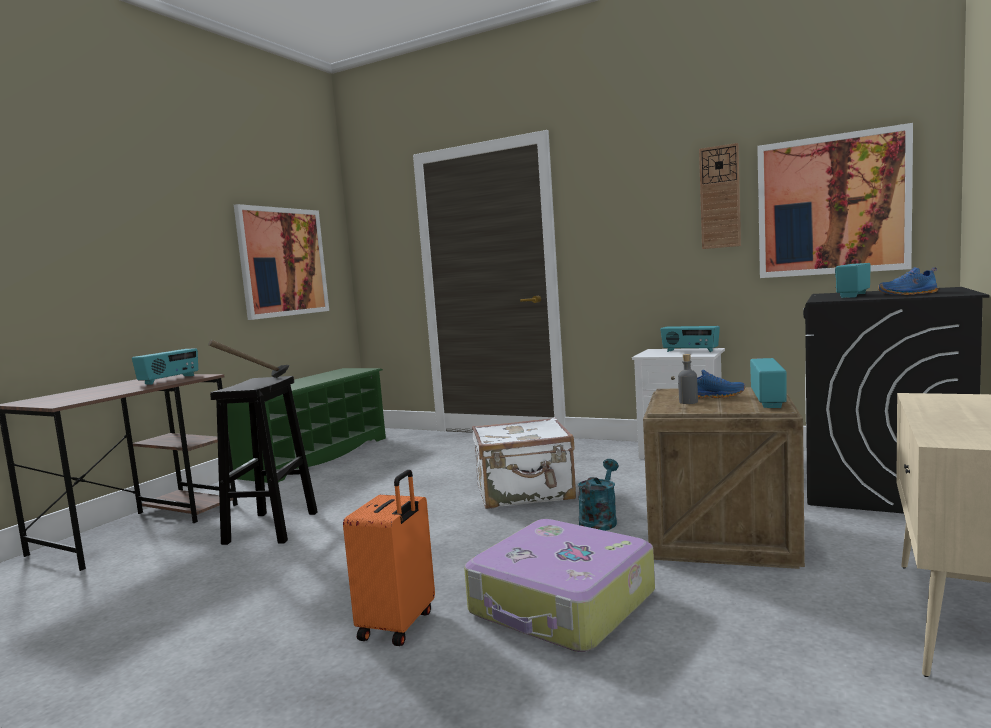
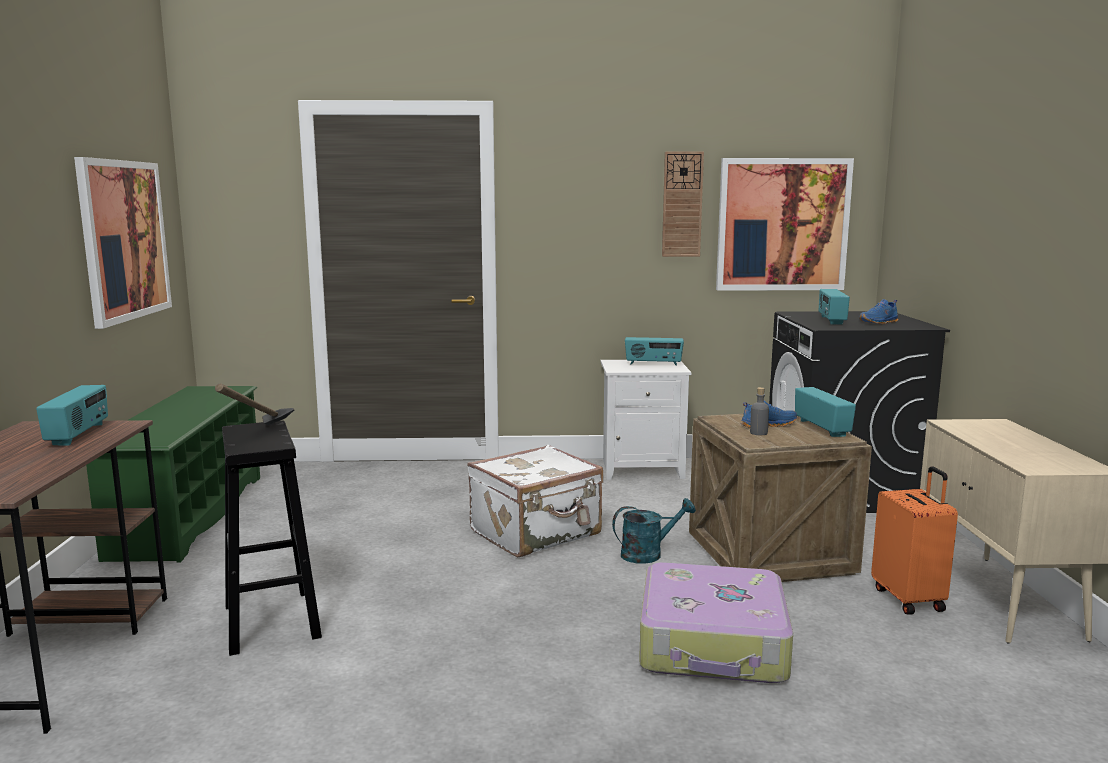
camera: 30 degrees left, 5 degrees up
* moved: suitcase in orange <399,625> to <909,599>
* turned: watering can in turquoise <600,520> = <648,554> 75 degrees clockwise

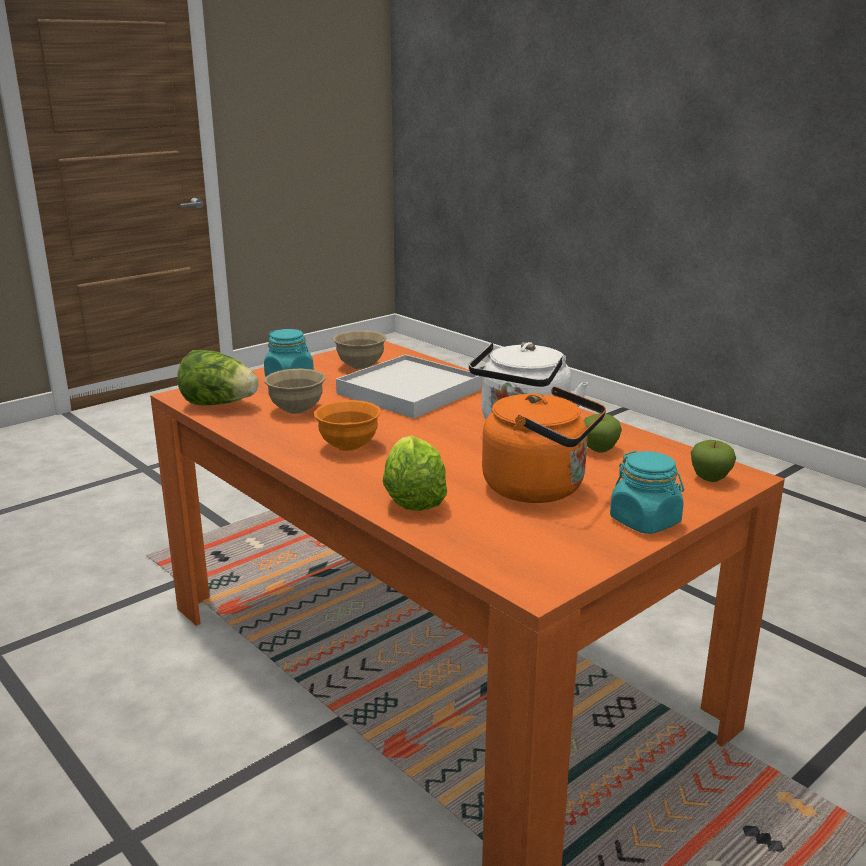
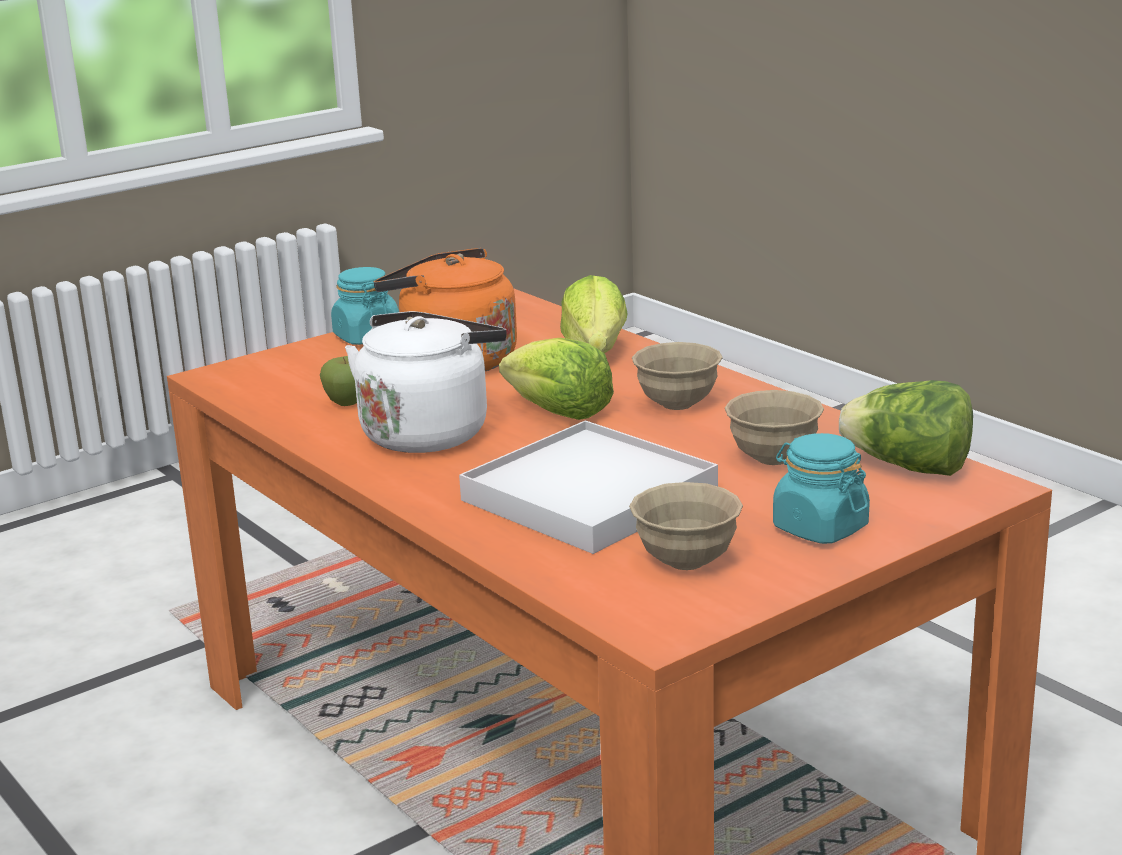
camera: 175 degrees left, 0 degrees up
* recoloured: bowl in orange <348,446> to bowl in beige <677,404>
* removed: apple <710,479>
* added: lettuce <558,412>

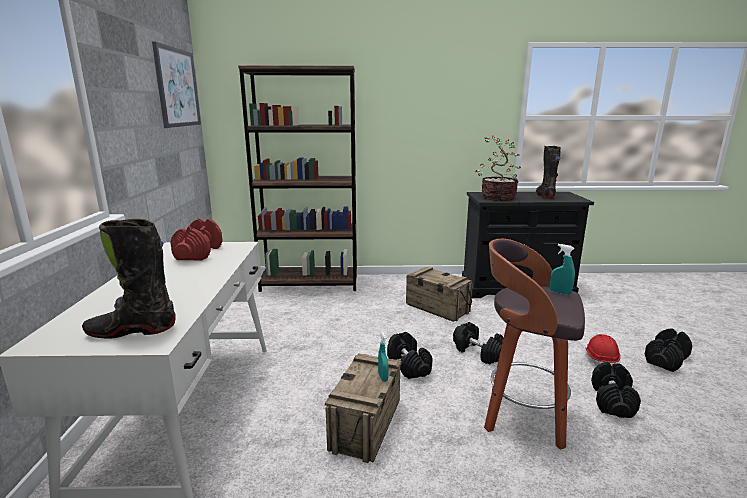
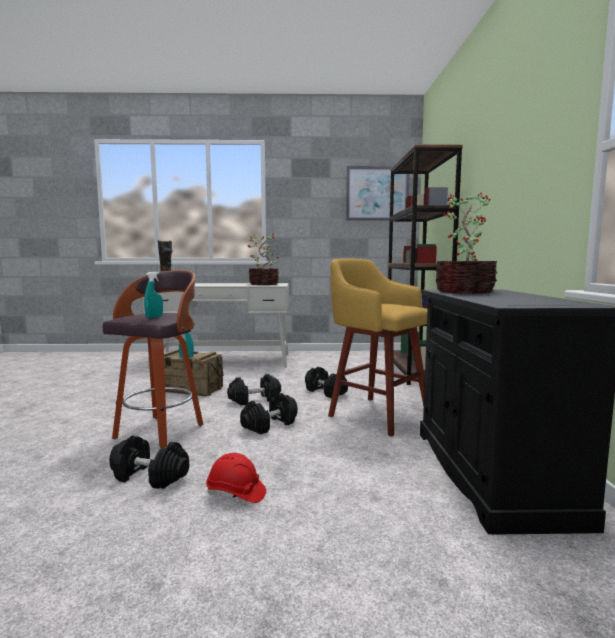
camera: 90 degrees right, 10 degrees down
* replaced: dumbbell in red <199,253> to potted plant <264,284>
* replaced: crate <437,308> to stool in yellow <376,414>
* removed: boot in black <545,196>
* moved: dumbbell in black <665,359> to <326,392>

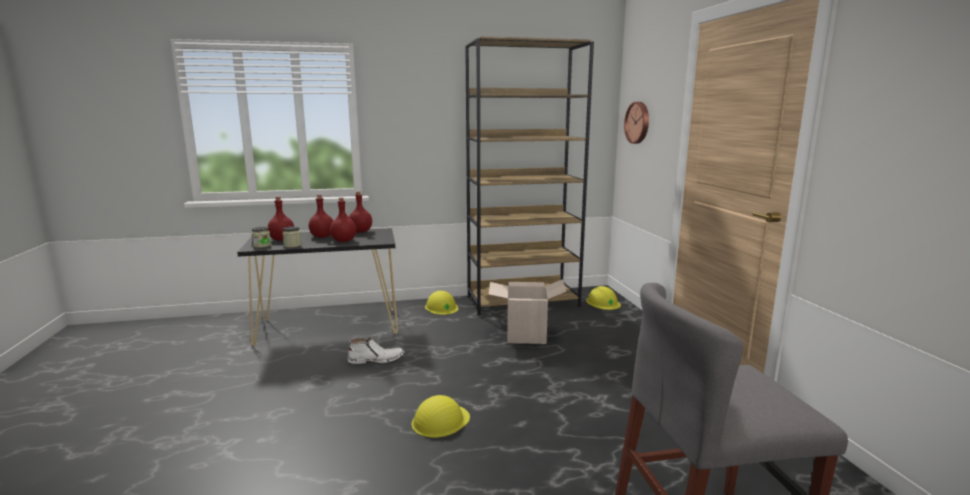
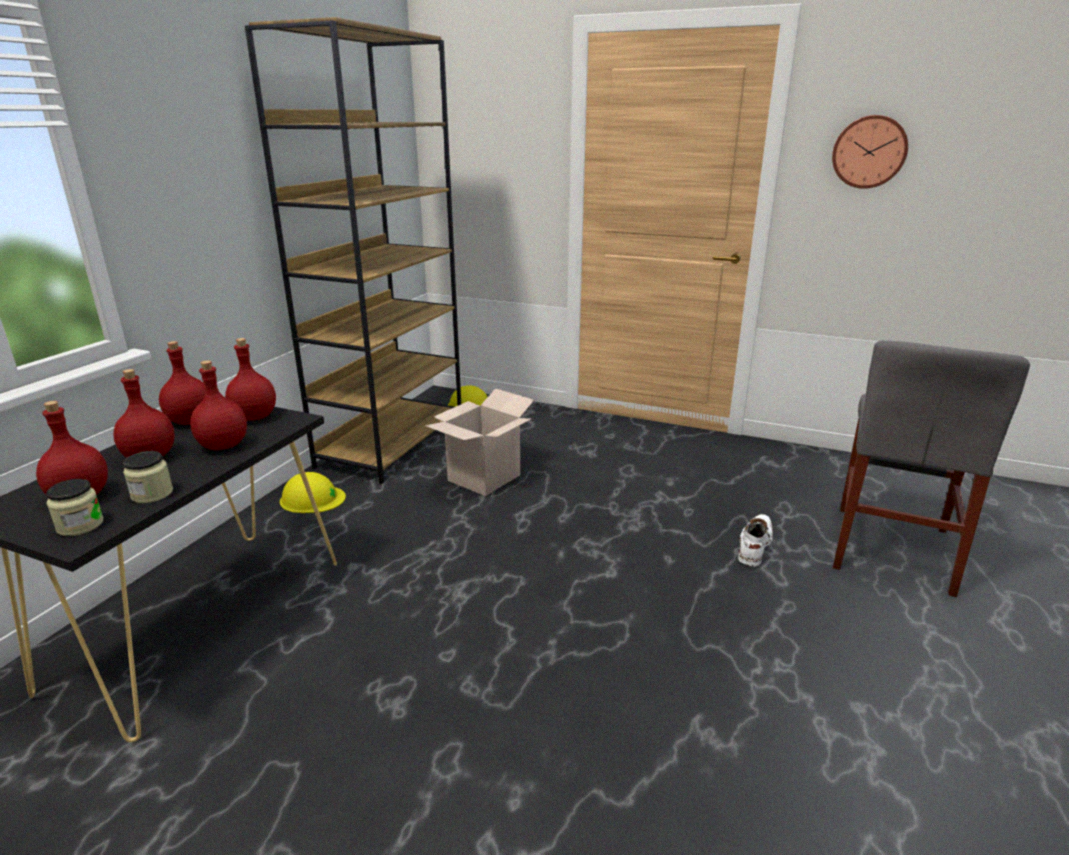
camera: 55 degrees left, 10 degrees up
* moved: boot in white <376,359> to <753,545>
* removed: hard hat in yellow <440,420>
* moved: wall clock <638,122> to <869,152>
* added: bottle in red <255,417>

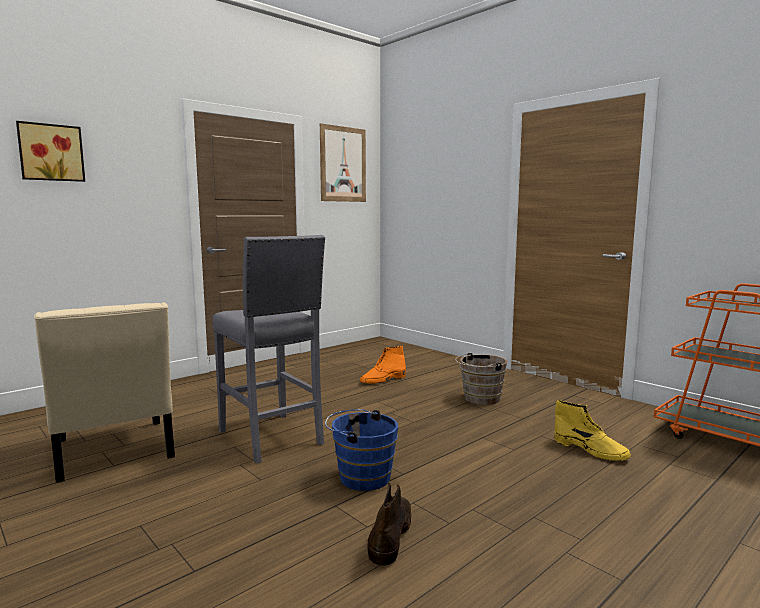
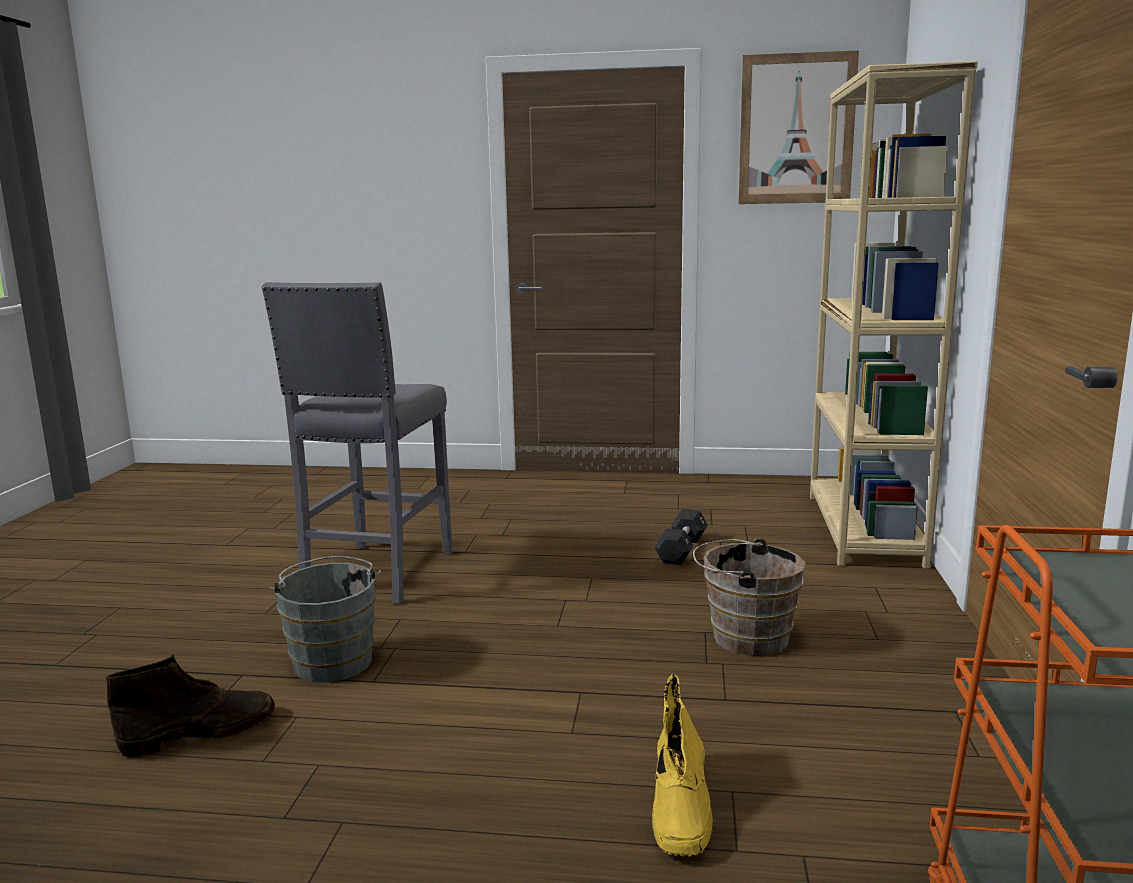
camera: 50 degrees right, 5 degrees up
* removed: picture <51,152>
* removed: chair in beige <114,453>
* recoloured: bucket in blue <361,476> to bucket in grey <333,659>
* replaced: boot in orange <382,380> to dumbbell in black <681,550>
* added: bookcase in beige <863,529>

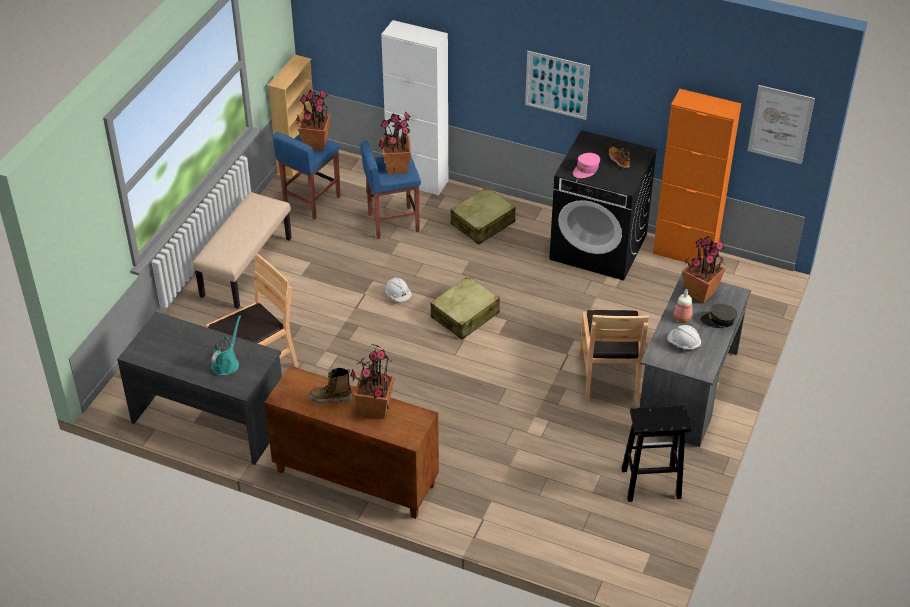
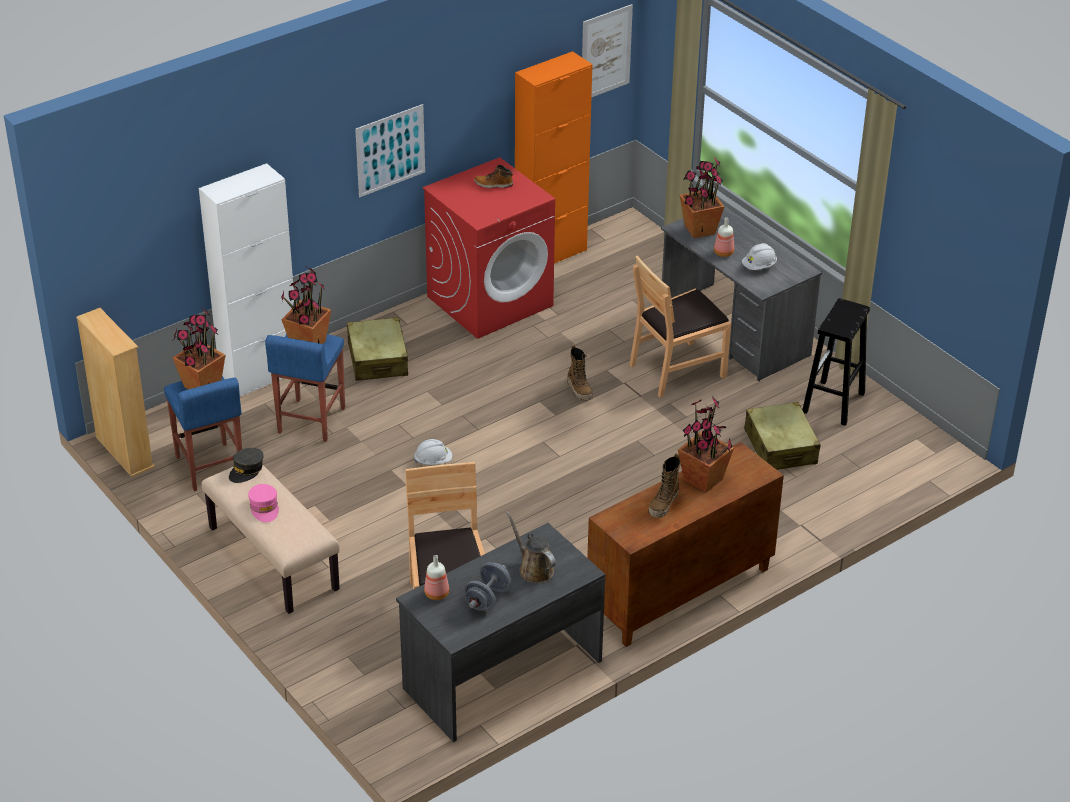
camera: 60 degrees left, 5 degrees down
* recoloured: watering can in turquoise <226,363> to watering can in brown <534,569>
* moved: suitcase in beige <465,315> to <780,447>
* recoloured: washing machine in black <599,247> to washing machine in red <490,300>
* moved: cap in pink <586,169> to <264,508>
* turned: chair in brown <609,376> = <677,369> 120 degrees clockwise
* moved: cap in grey <718,320> to <246,470>
* added: bottle <437,593>
* added: dumbbell in grey <487,599>
* added: boot <579,390>

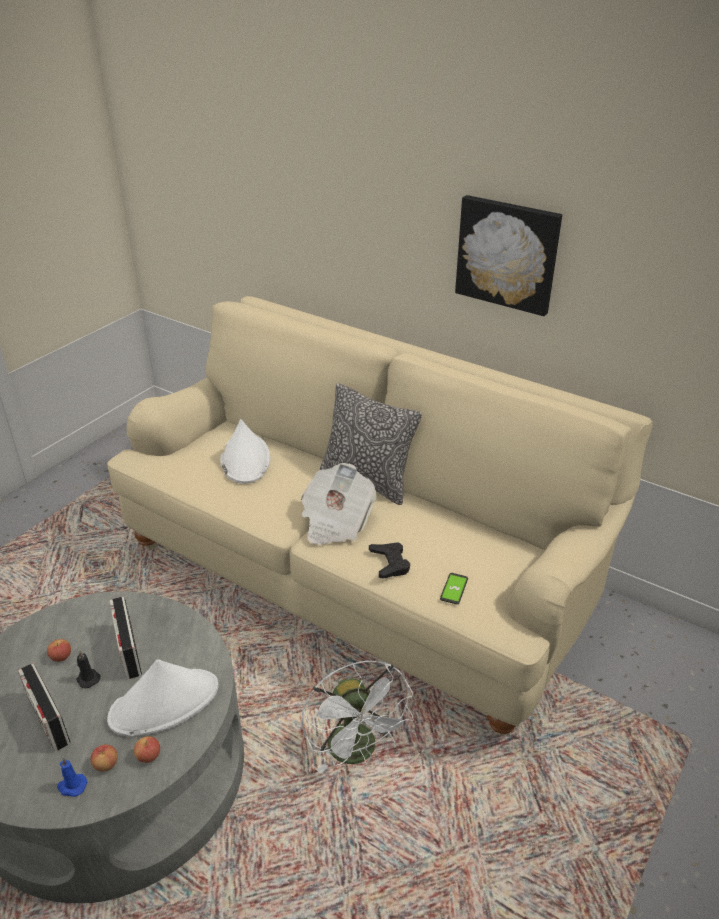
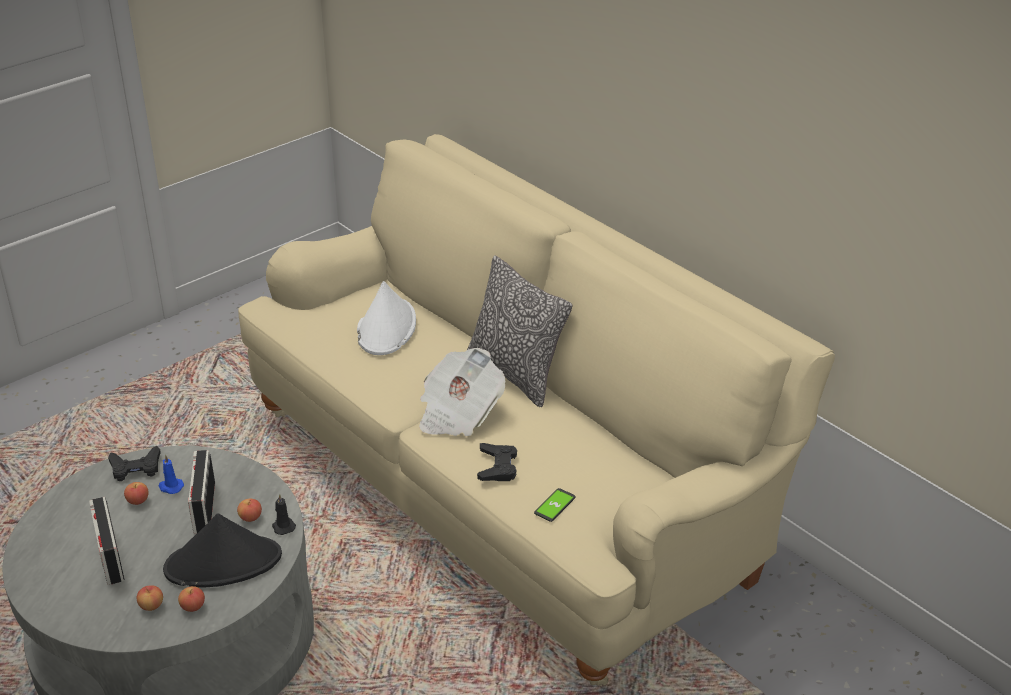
camera: 15 degrees right, 0 degrees up
* moved: candle in blue <72,786> to <170,487>
* moved: candle in black <87,678> to <283,526>
* recoloured: hat in white <165,703> to hat in black <224,563>
* removed: fan in white <357,753>
* removed: picture <508,254>
* added: game controller in black <135,468>
* added: apple <250,517>

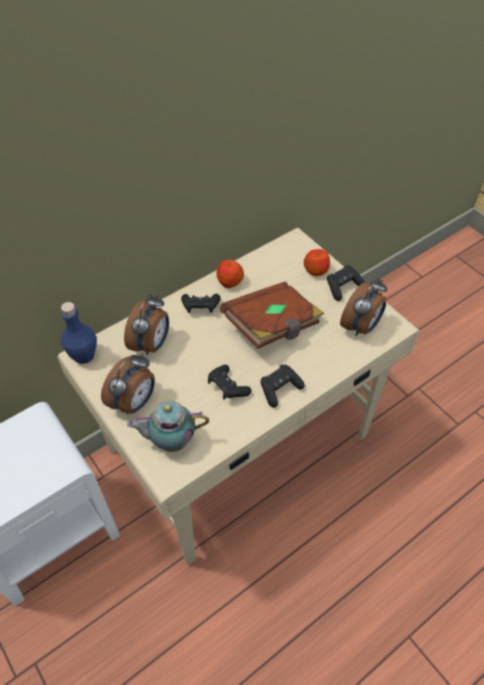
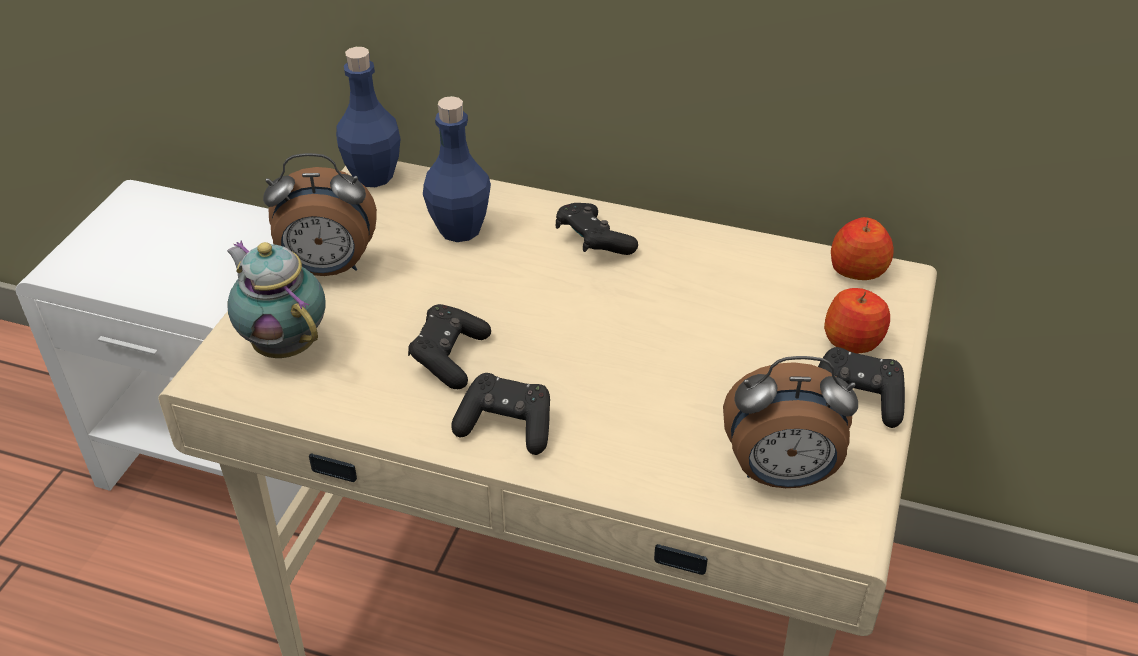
camera: 55 degrees right, 10 degrees down
* replaced: alarm clock <151,344> to bottle in blue <460,229>
* moved: apple <230,281> to <857,269>
* removed: book in brown <273,326>

